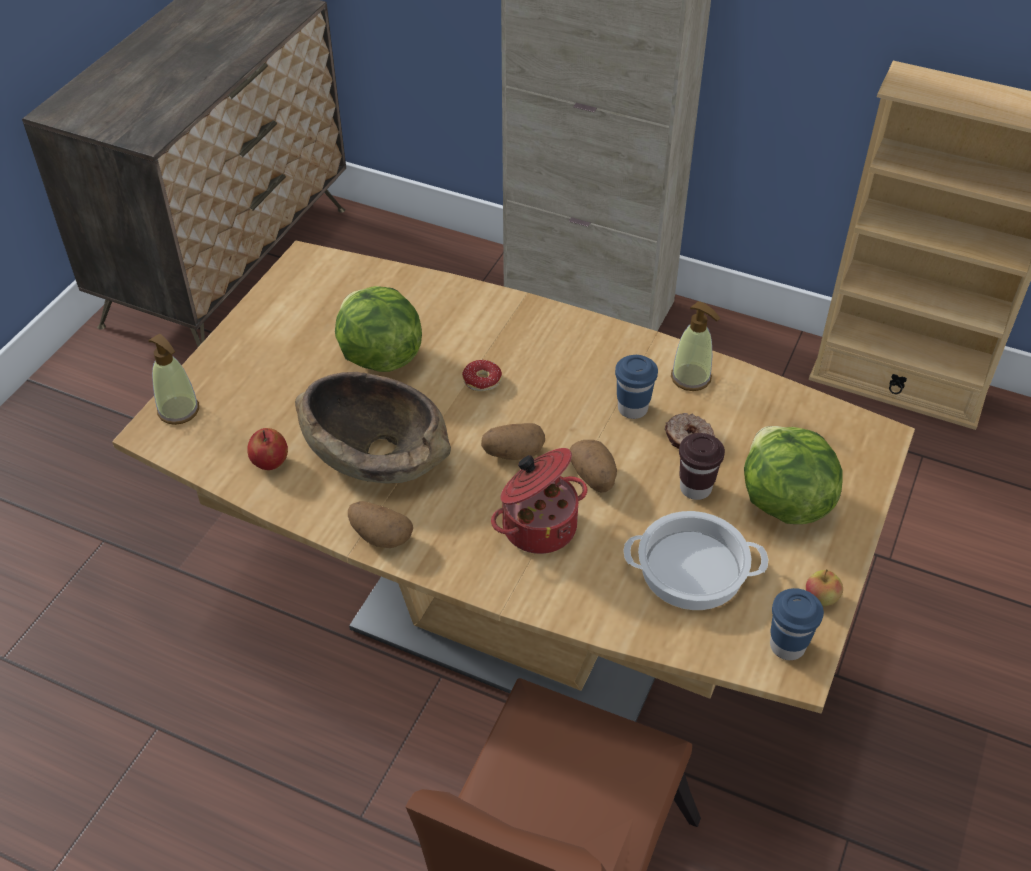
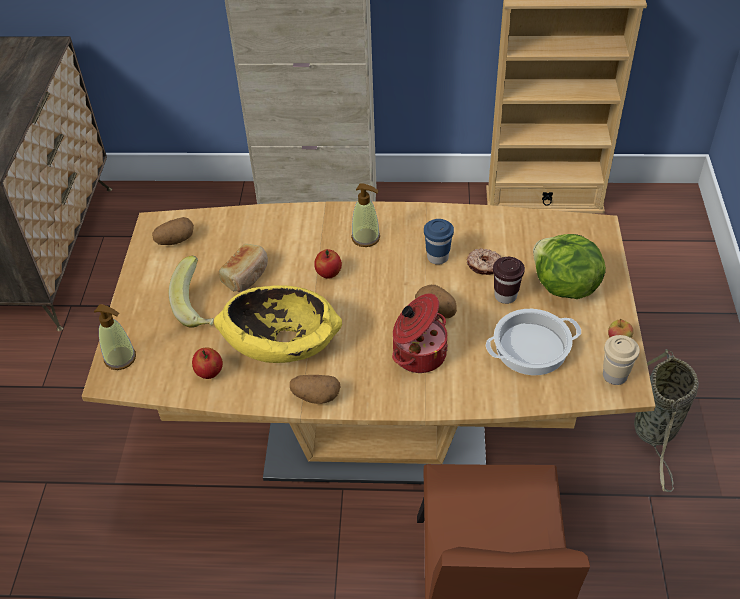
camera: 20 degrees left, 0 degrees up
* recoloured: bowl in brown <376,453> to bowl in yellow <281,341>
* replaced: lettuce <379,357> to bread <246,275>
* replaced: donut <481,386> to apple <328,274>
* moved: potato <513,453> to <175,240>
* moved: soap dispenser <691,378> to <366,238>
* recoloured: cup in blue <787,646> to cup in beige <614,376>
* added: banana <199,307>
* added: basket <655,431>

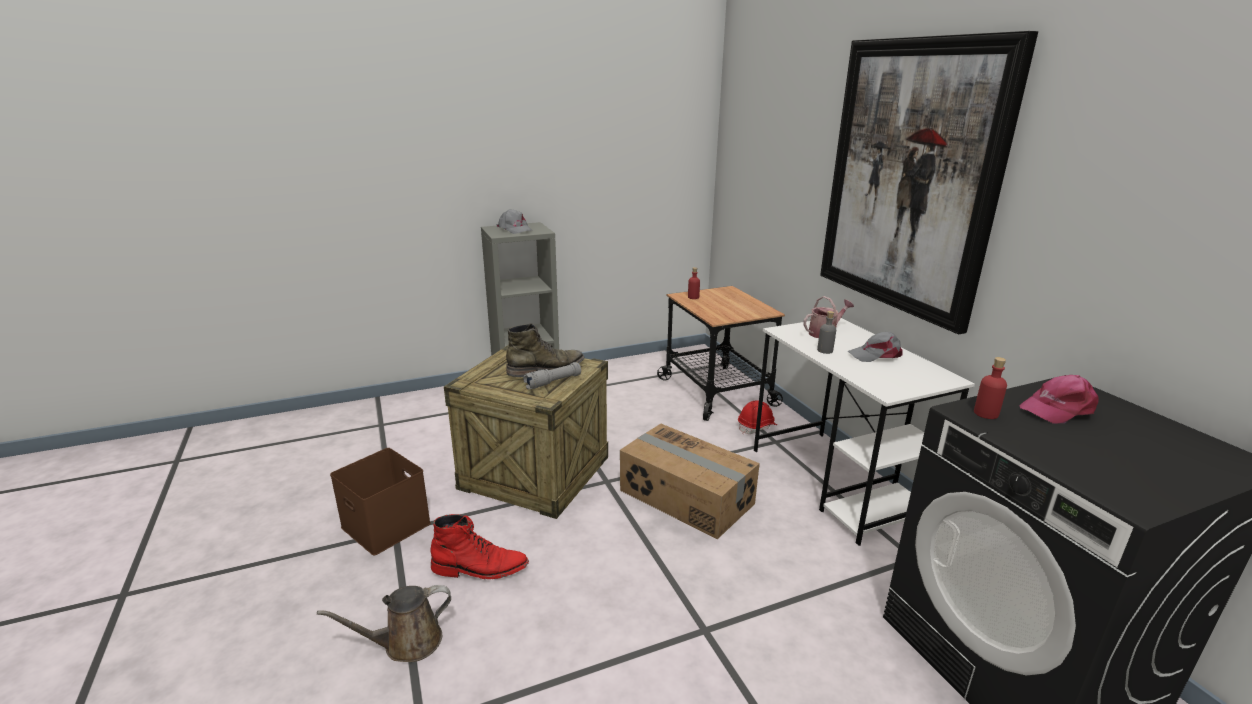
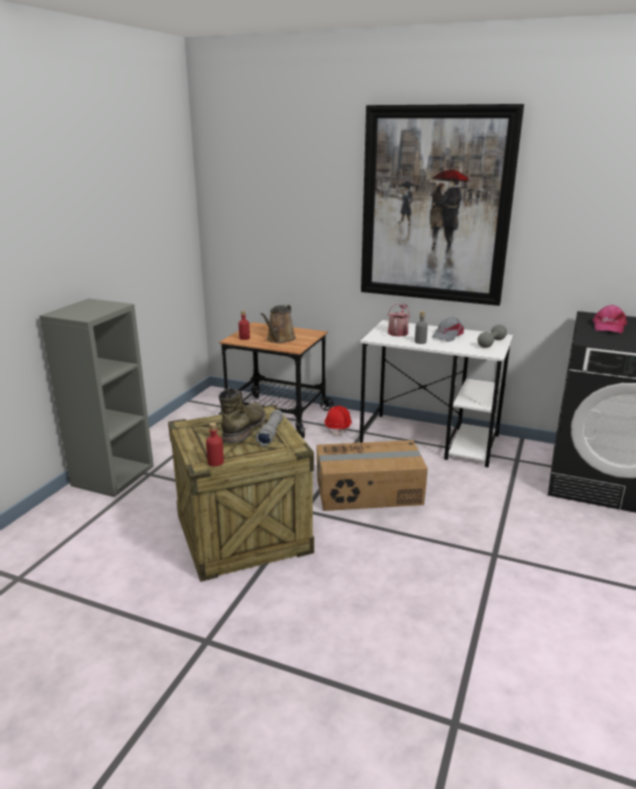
camera: 45 degrees left, 0 degrees up
* moved: watering can in brown <407,643> to <279,339>
* removed: storage box in brown <388,525>
* removed: boot in red <480,568>
* removed: cap in grey <515,229>
* moved: bottle in red <986,413> to <215,462>
* added: dumbbell in grey <491,343>

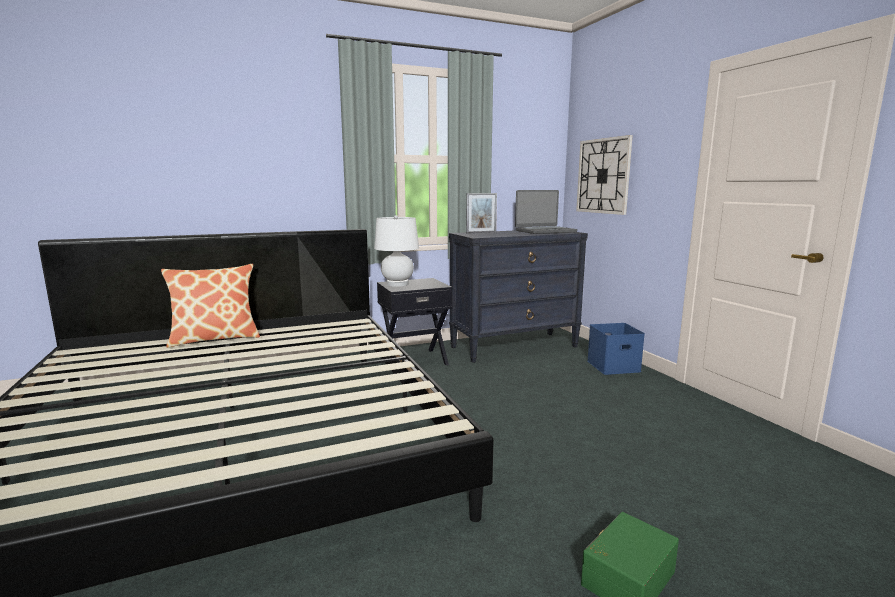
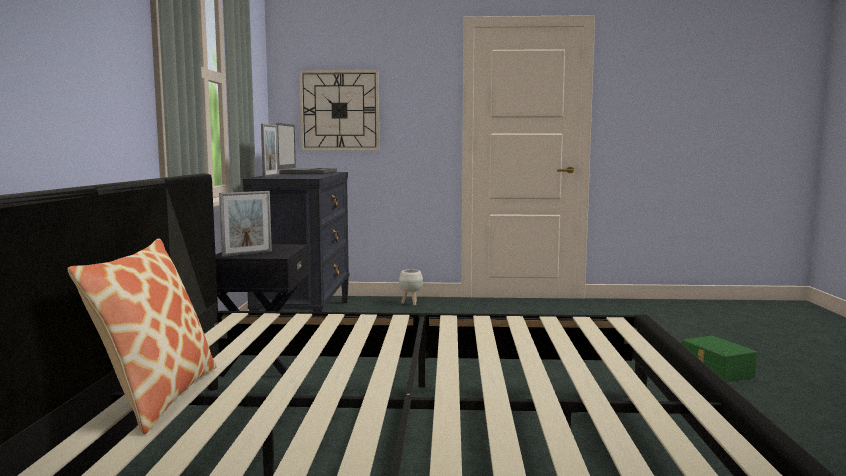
camera: 65 degrees left, 5 degrees down
* replaced: table lamp in white <397,284> to picture frame <247,254>
* replaced: storage box in blue <613,366> to planter in white <410,303>

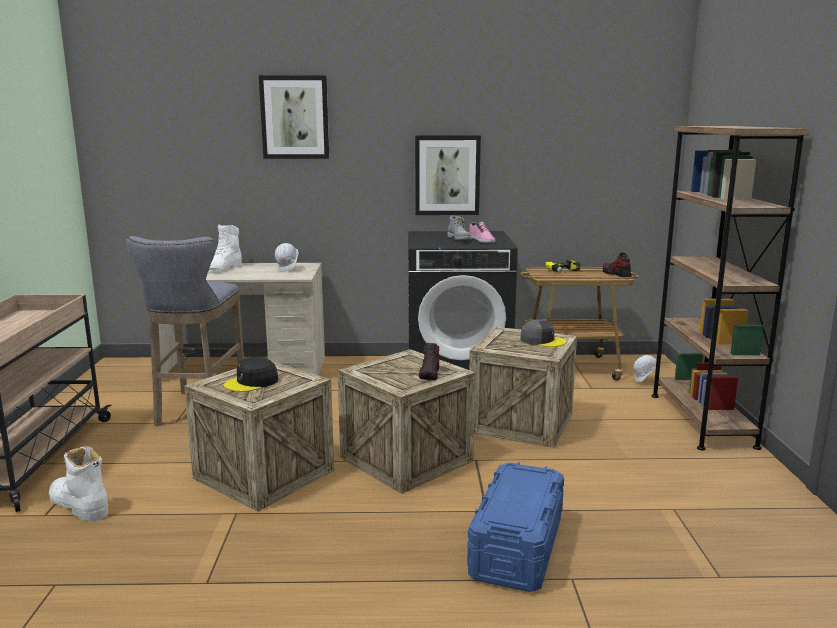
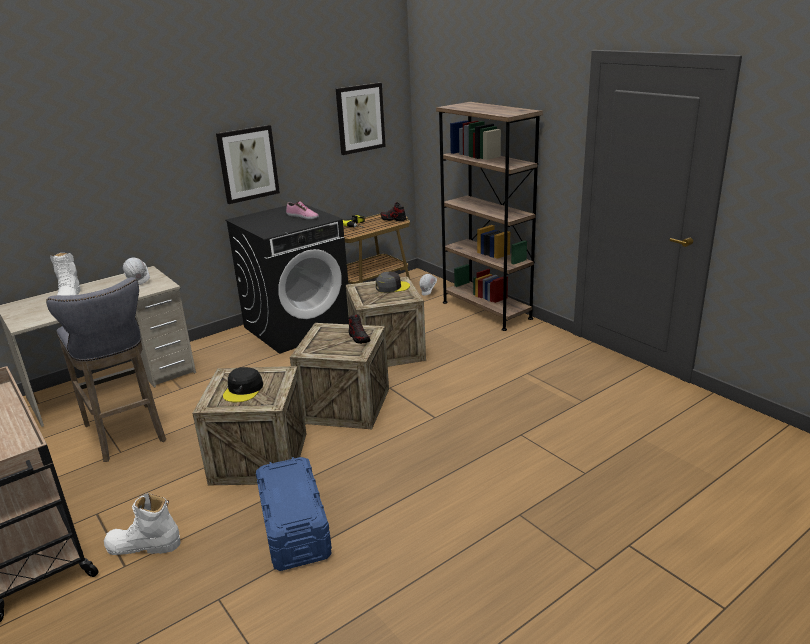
camera: 35 degrees left, 10 degrees up
* moved: picture <295,117> to <360,118>
* removed: boot in grey <459,239>
* moved: storage box in blue <517,547> to <295,528>

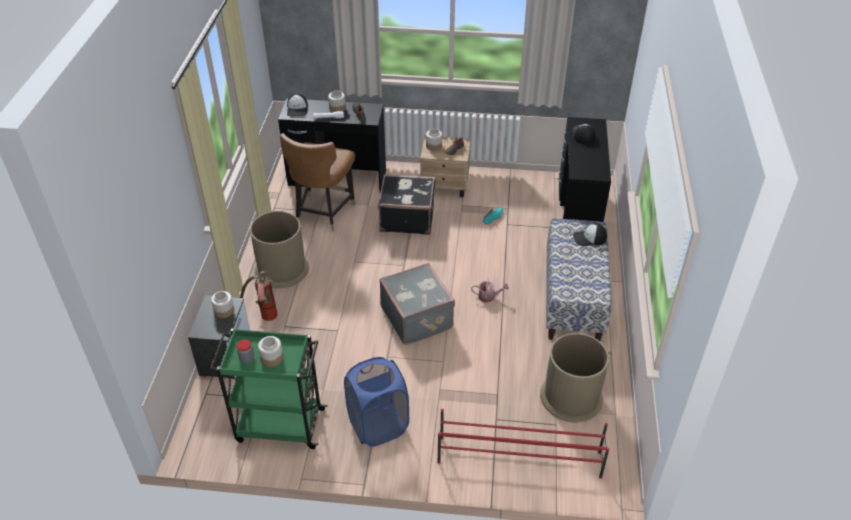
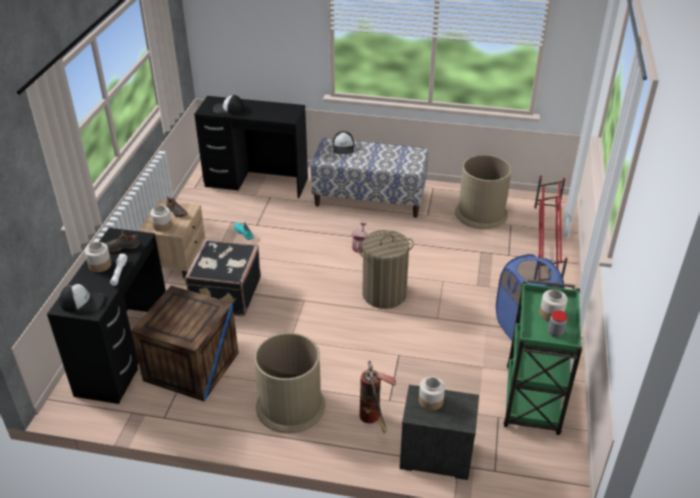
camera: 85 degrees left, 5 degrees down
* replaced: chair in brown <323,213> to crate <191,366>
* replaced: suitcase in grey <417,317> to laundry basket <384,294>

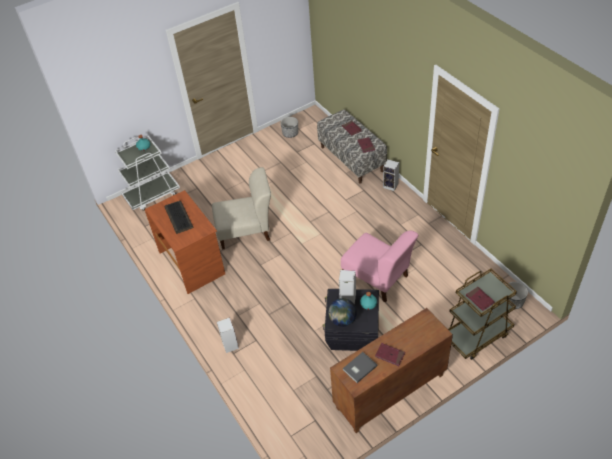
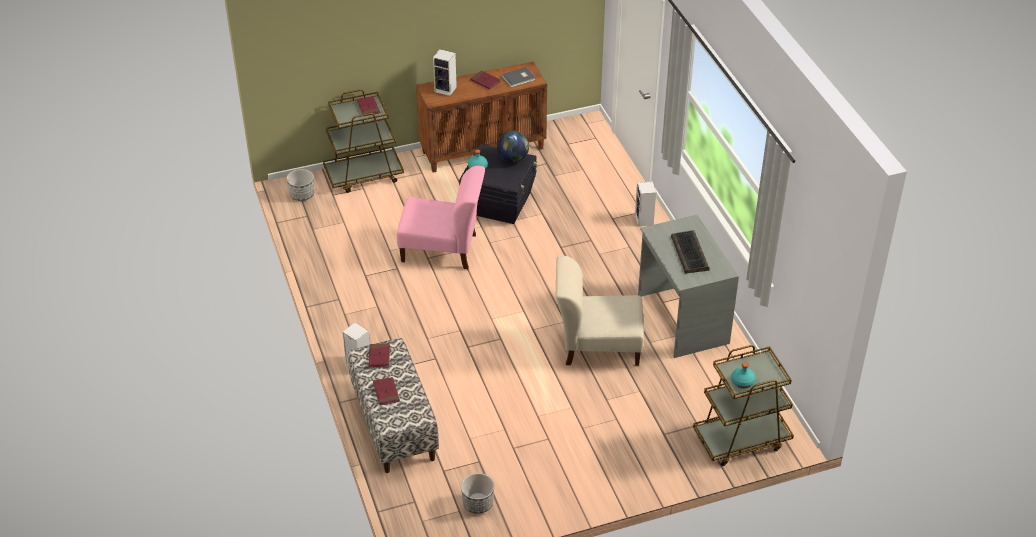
camera: 170 degrees left, 5 degrees down
* recoloured: cart in white <152,195> to cart in brown <741,439>
* recoloured: desk in brown <192,263> to desk in grey <681,319>
* moved: speaker <347,298> to <446,89>
* turned: chair in pink <377,278> = <442,249> 135 degrees clockwise

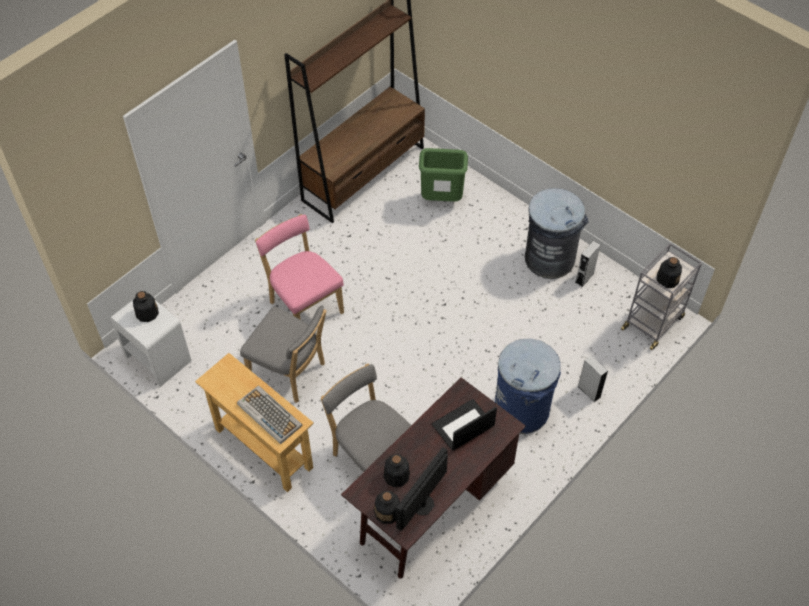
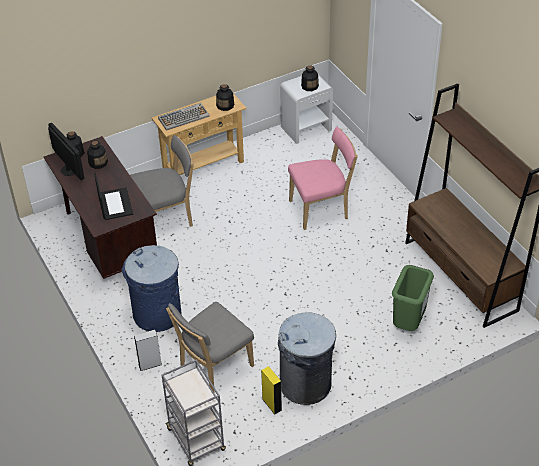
camera: 110 degrees right, 10 degrees down
* moved: chair in grey <290,373> to <213,367>
* recoloured: speaker in grey <584,277> to speaker in yellow <272,404>
* moved: bottle <667,279> to <225,105>

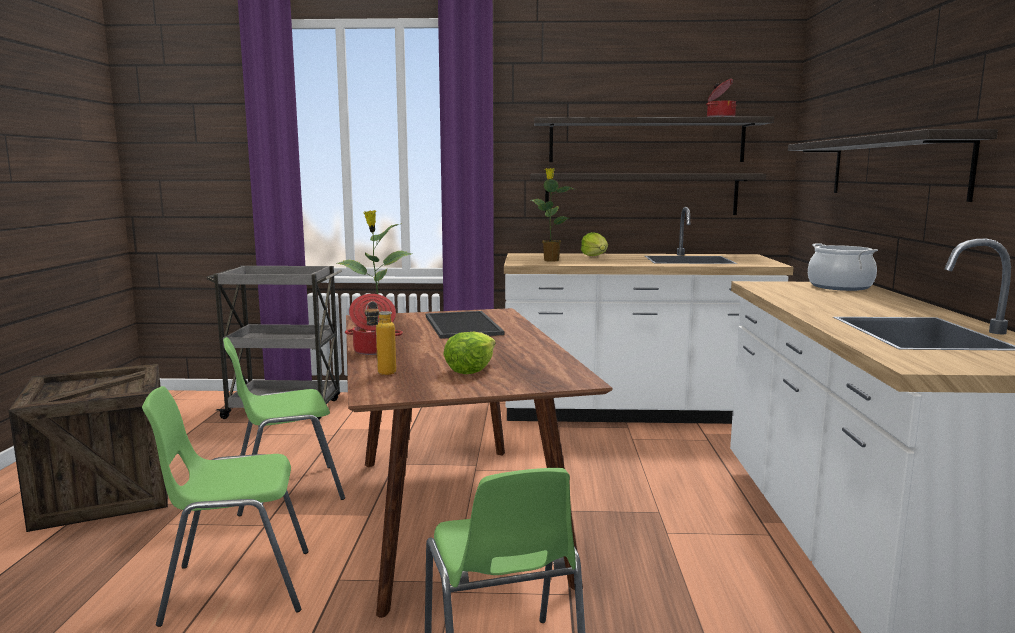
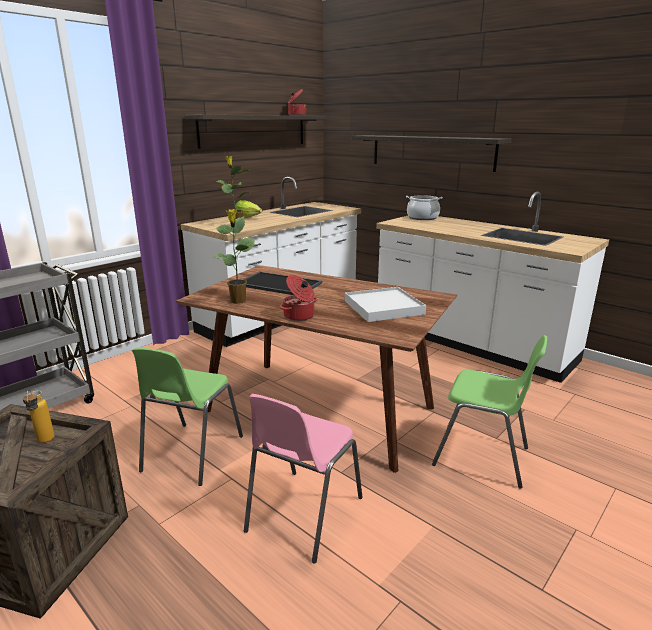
camera: 50 degrees left, 10 degrees up
* recoloured: chair in green <236,587> to chair in pink <303,514>
* moved: bottle <381,374> to <44,442>
* replaced: lettuce <471,369> to tray in white <383,307>
* removed: shelf <640,194>

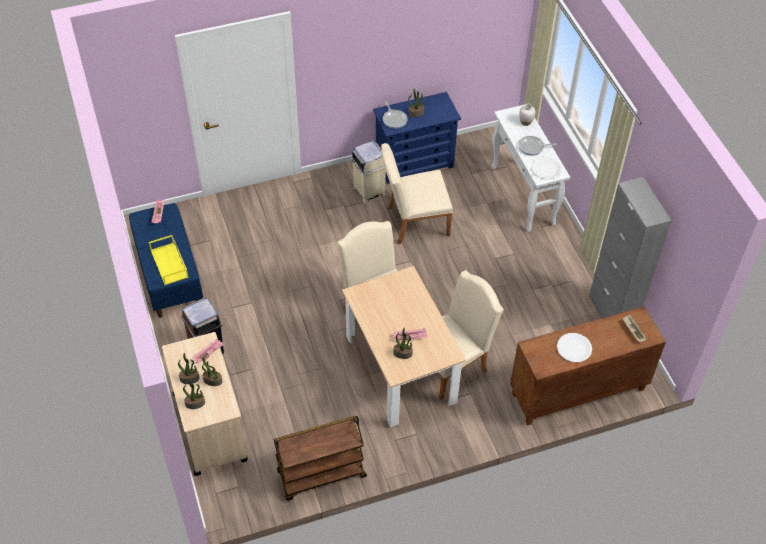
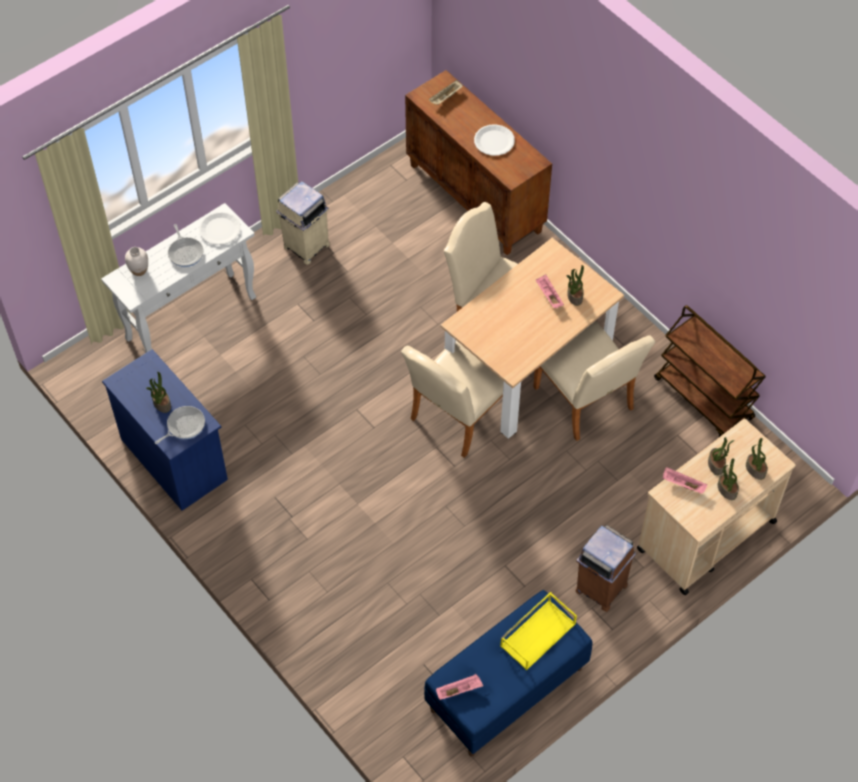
camera: 110 degrees left, 5 degrees up
* moved: trash can in beige <369,191> to <306,246>
* moved: chair in beige <413,222> to <587,403>
* removed: cabinet in grey <611,314>

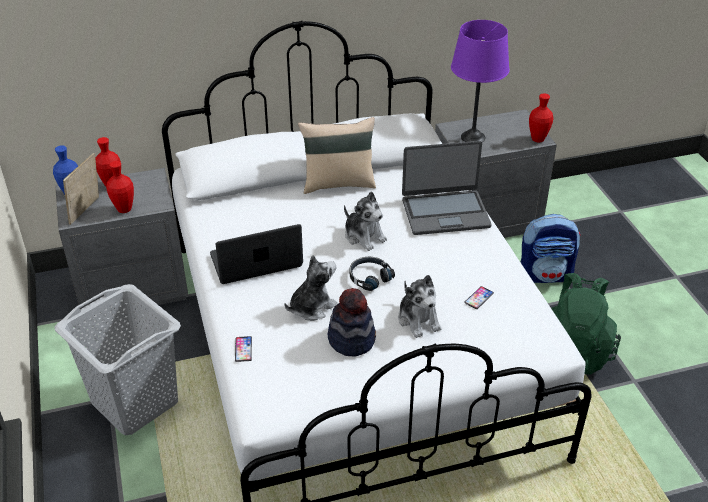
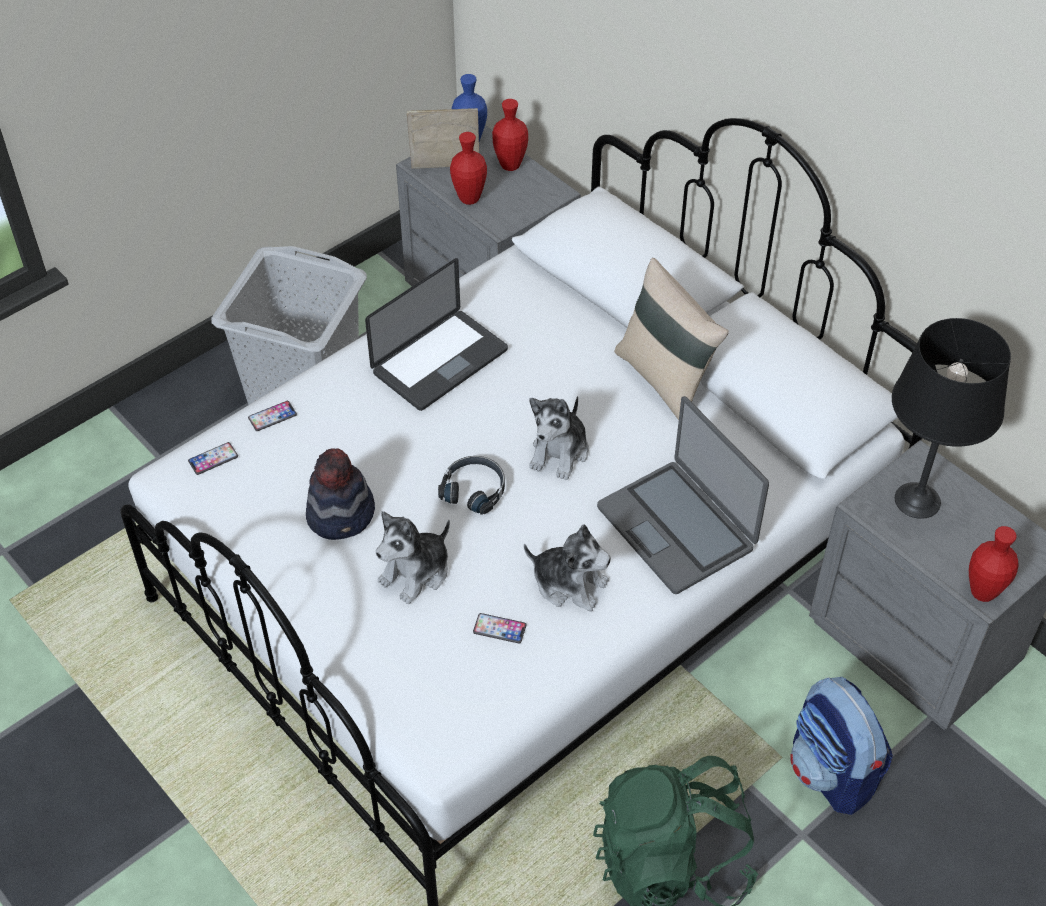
camera: 65 degrees right, 10 degrees up
* turned: laptop <256,261> = <440,362> 90 degrees clockwise
* moved: plush toy <312,307> to <569,584>
* recoloured: table lamp in purple <473,137> to table lamp in black <917,501>
* added: phone <213,459>

